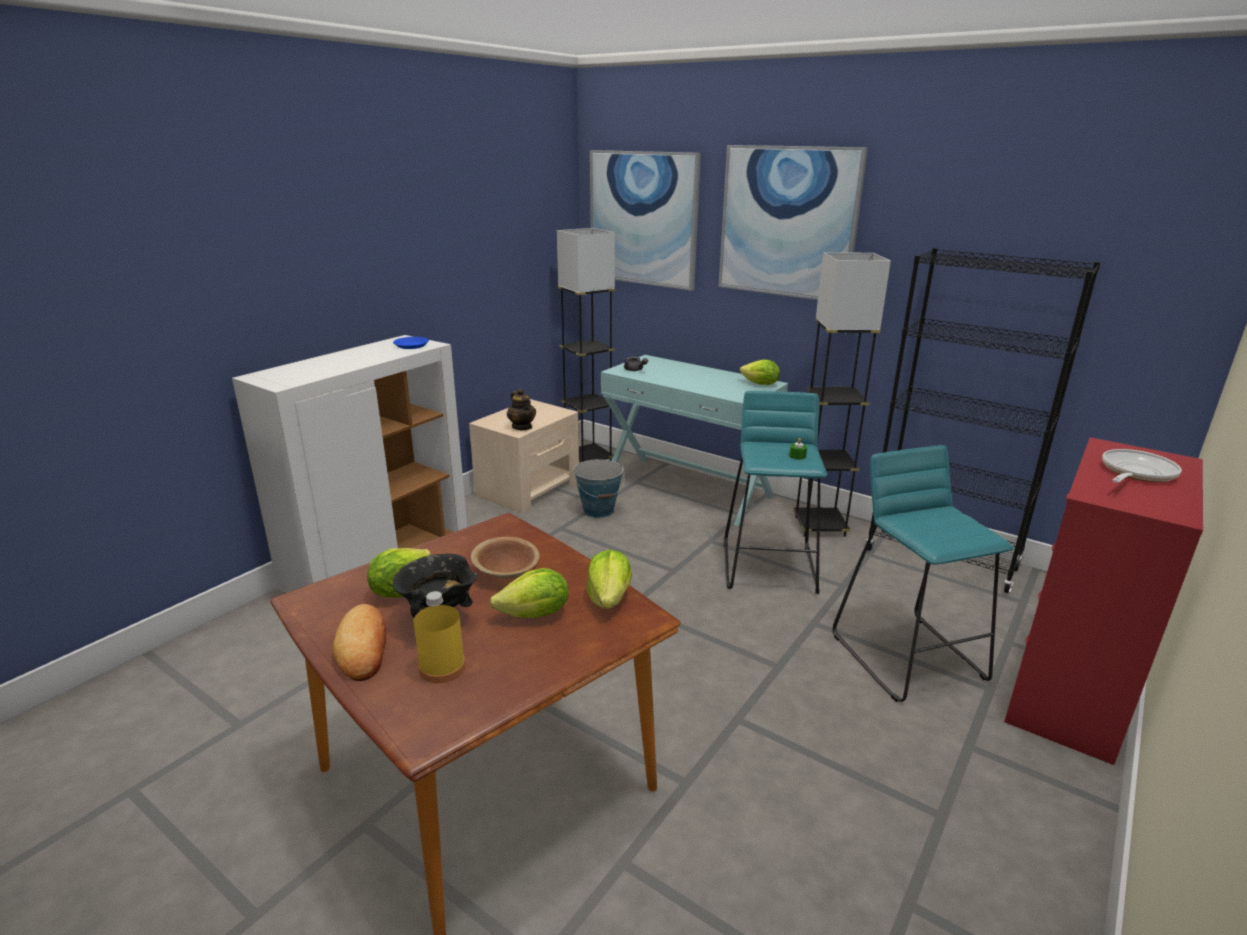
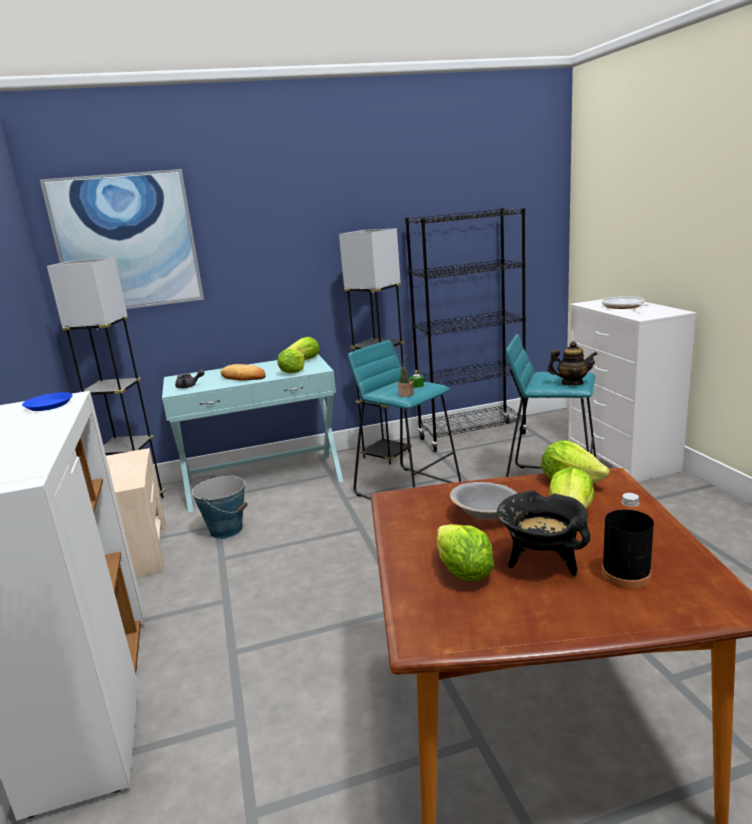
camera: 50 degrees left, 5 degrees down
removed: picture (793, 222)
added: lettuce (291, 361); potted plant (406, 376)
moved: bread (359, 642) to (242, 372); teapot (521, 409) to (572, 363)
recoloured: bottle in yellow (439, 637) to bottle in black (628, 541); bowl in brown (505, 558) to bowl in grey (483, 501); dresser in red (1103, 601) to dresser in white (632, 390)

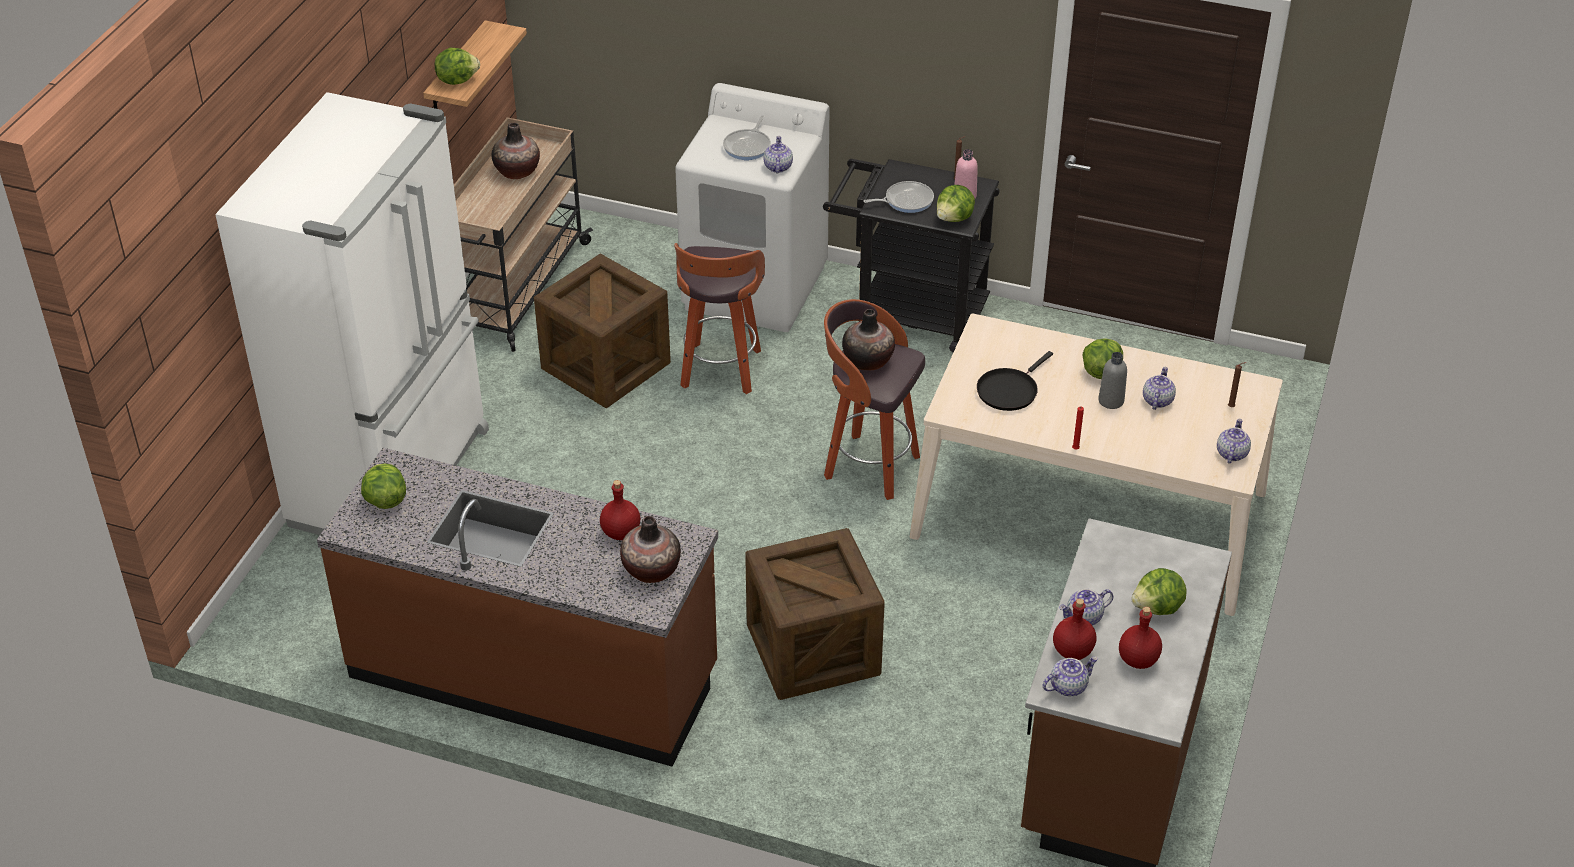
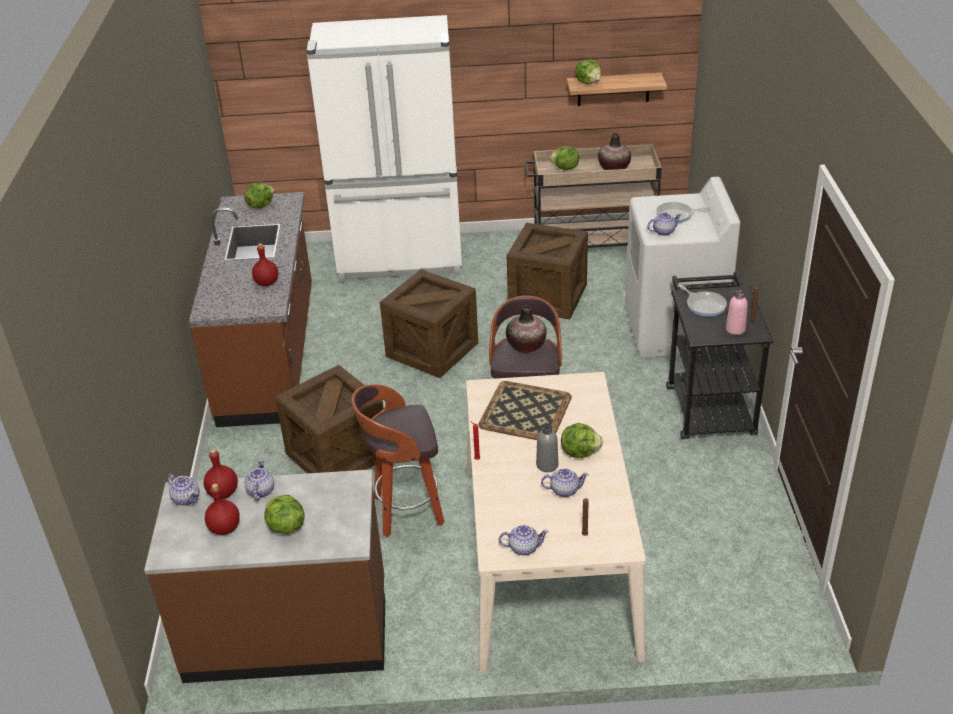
camera: 70 degrees right, 5 degrees down
removed: vase (650, 549)
added: crate (429, 324)
moved: stool (719, 318) to (398, 460); lettuce (956, 203) to (564, 158)
replaced: frying pan in black (1015, 381) to tray (525, 410)
turned: teapot (1086, 607) = (259, 480) 45 degrees clockwise

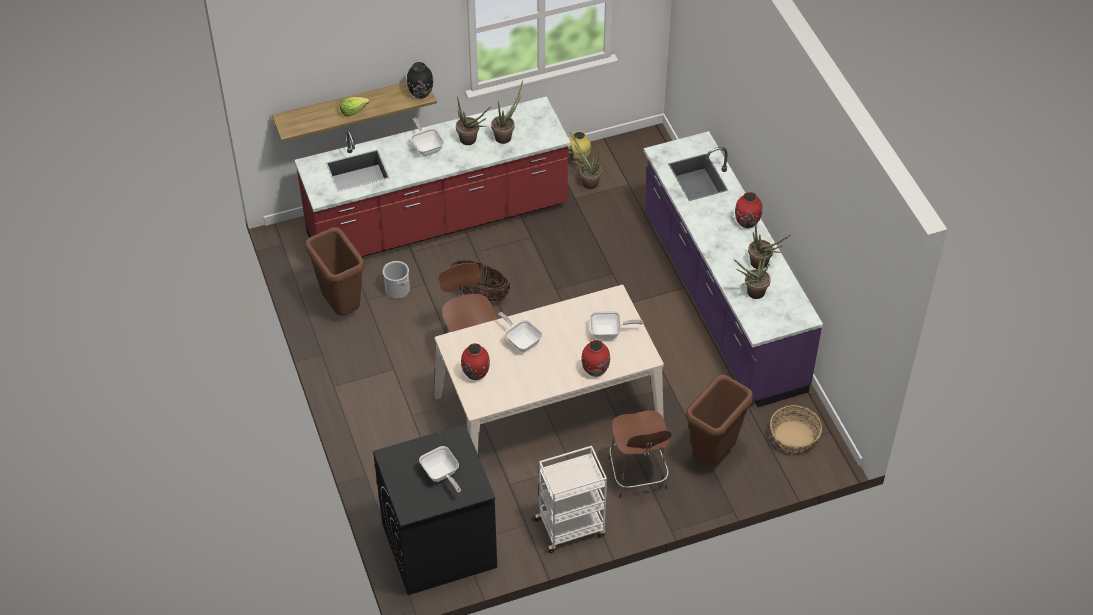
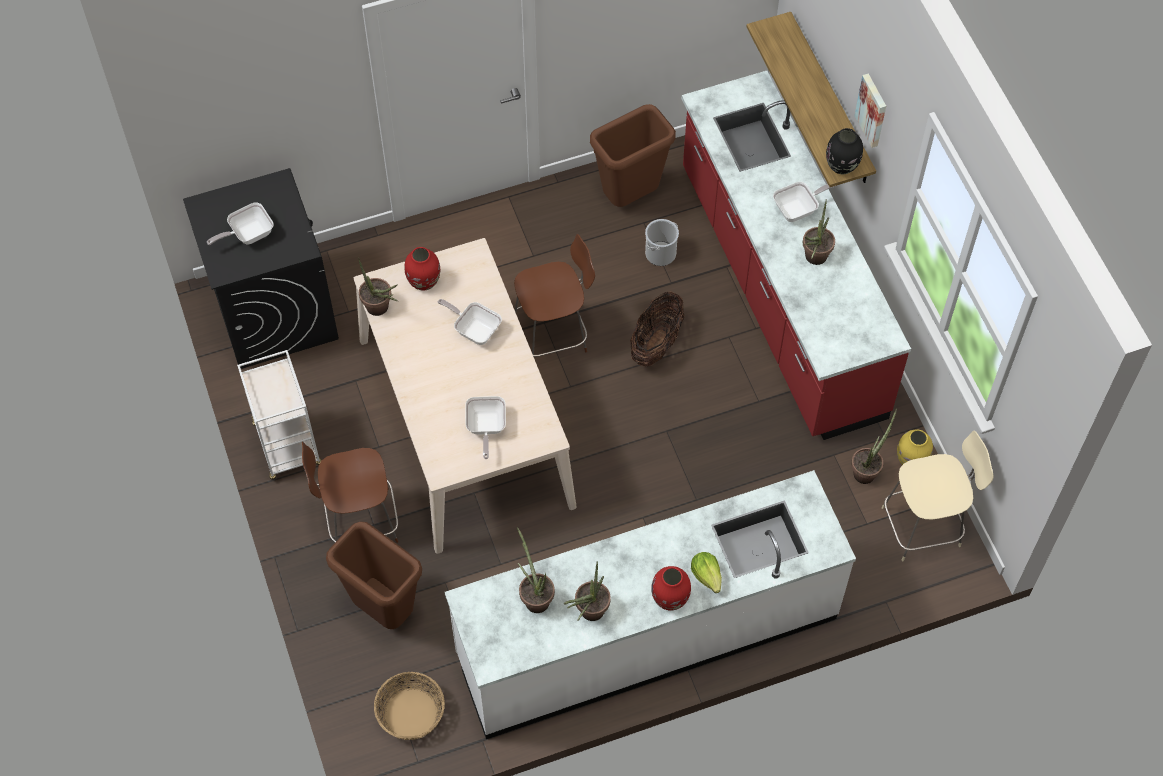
camera: 90 degrees right, 10 degrees up
removed: vase in red (595, 358)
added: picture (870, 110); chair in beige (937, 496)
moved: lettuce (354, 106) to (706, 572); potted plant (507, 112) to (378, 287)
recoloured: counter in purple (733, 269) to counter in white (650, 604)
turned: frying pan (520, 332) = (470, 322) 105 degrees counterclockwise

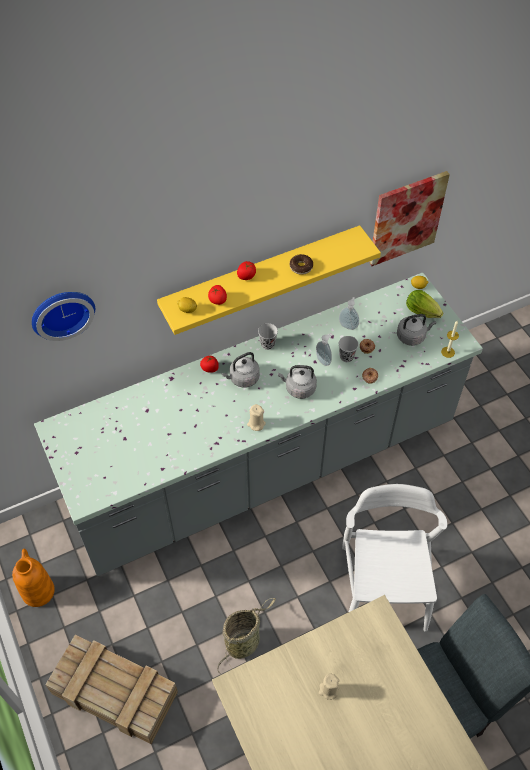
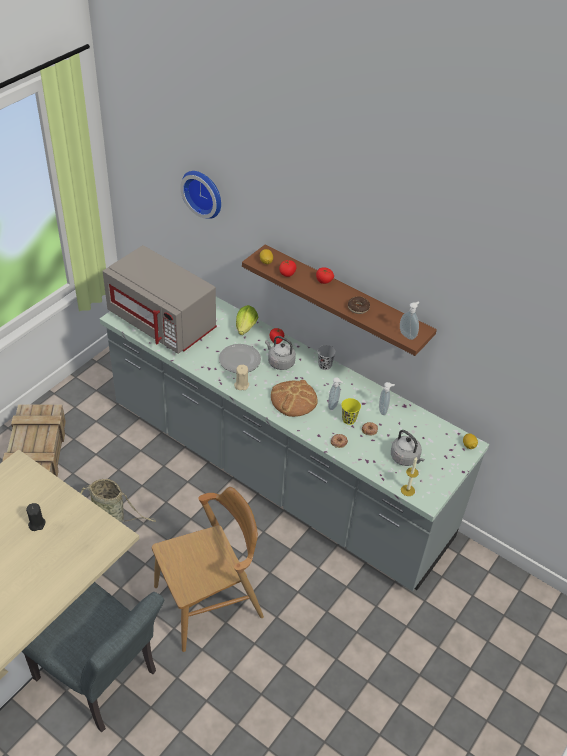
camera: 60 degrees right, 10 degrees down
removed: vase in orange (33, 578); picture (409, 218)
added: microwave in grey (160, 299); plate (240, 358); soap dispenser (409, 321)
moved: lettuce (424, 304) to (247, 320)
replaced: kettle in grey (297, 382) to bread (294, 398)
recoloured: shelf in yellow (269, 280) to shelf in brown (339, 300); candle in beige (329, 687) to candle in black (35, 517); cup in black (348, 349) to cup in yellow (351, 411); chair in white (394, 558) to chair in brown (208, 569)

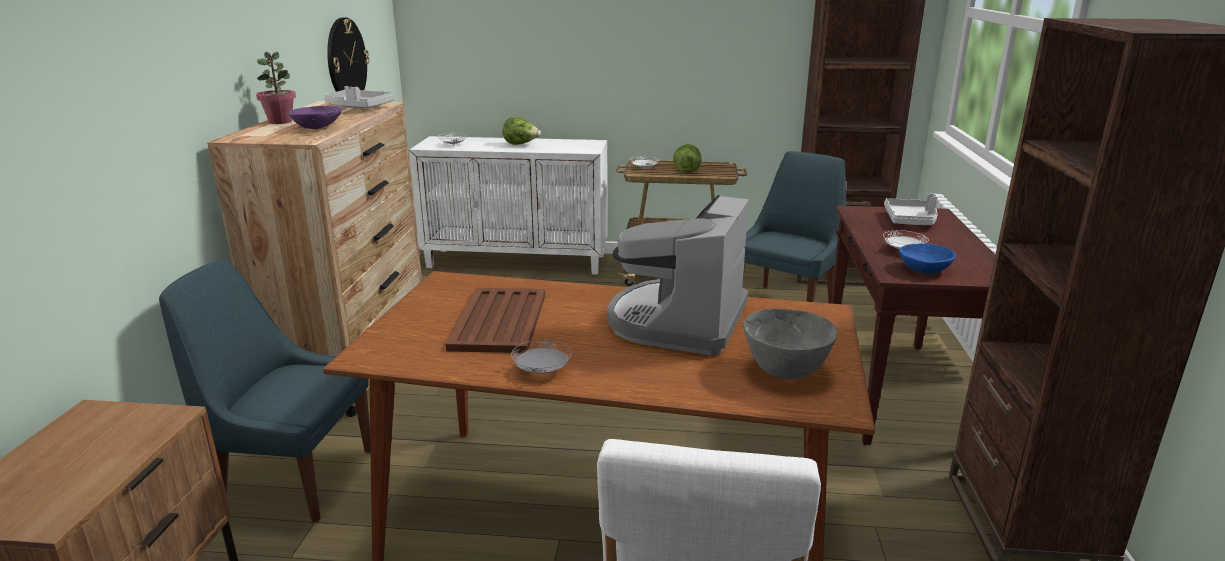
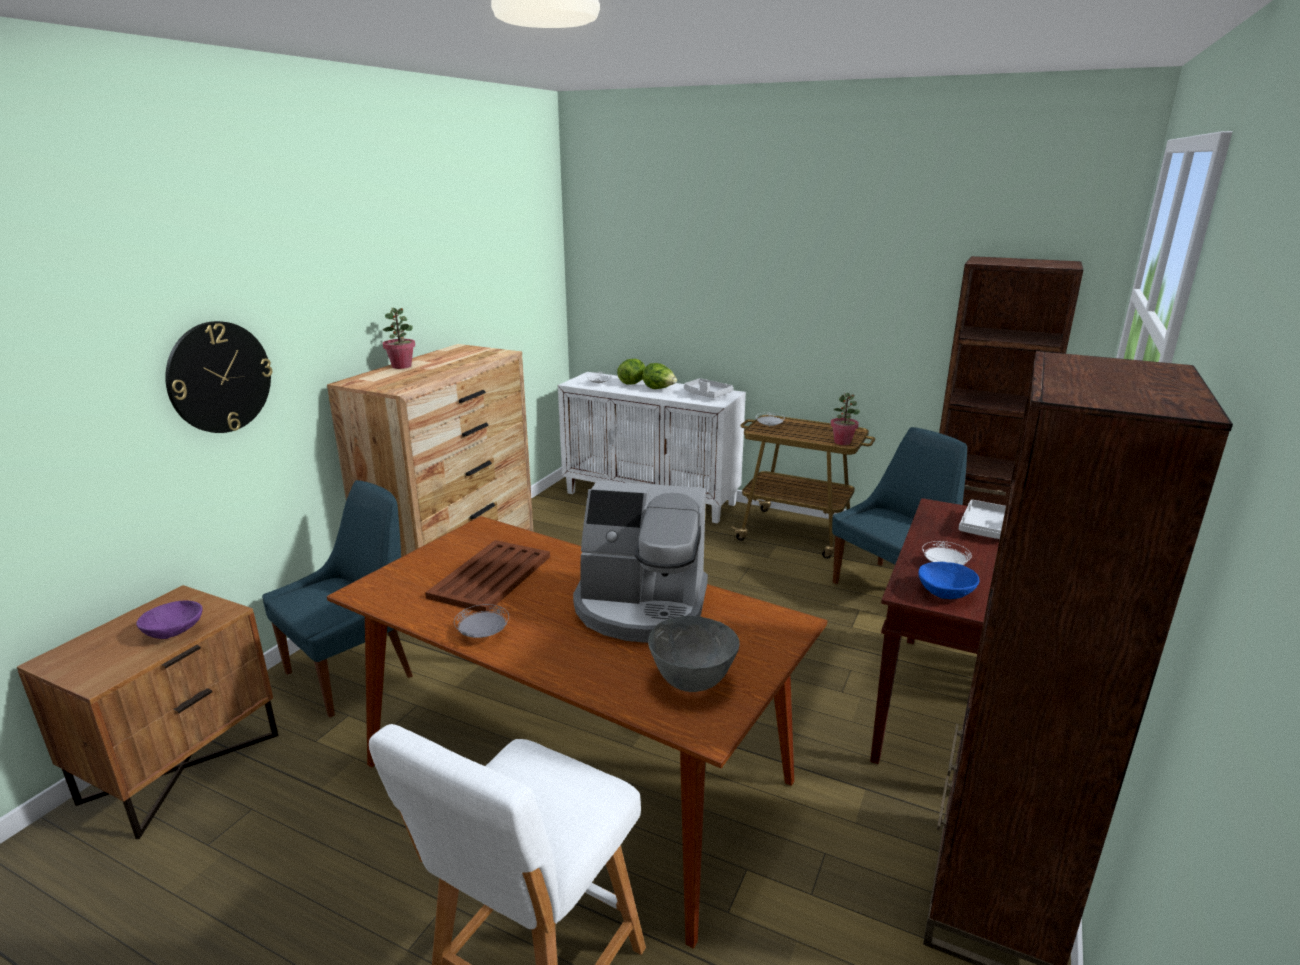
camera: 20 degrees right, 0 degrees up
added: potted plant (845, 419)
moved: bowl in purple (315, 117) to (169, 619); tray in grey (359, 97) to (709, 388); wall clock (348, 55) to (218, 377); lettuce (687, 158) to (631, 372)
turned: chair in blue (265, 390) = (337, 598) 105 degrees clockwise; coffee machine (678, 275) = (640, 562) 120 degrees counterclockwise

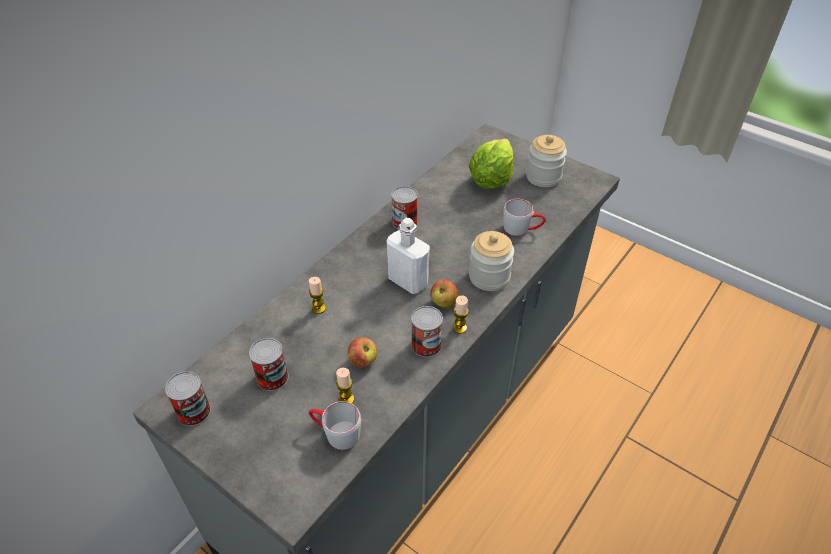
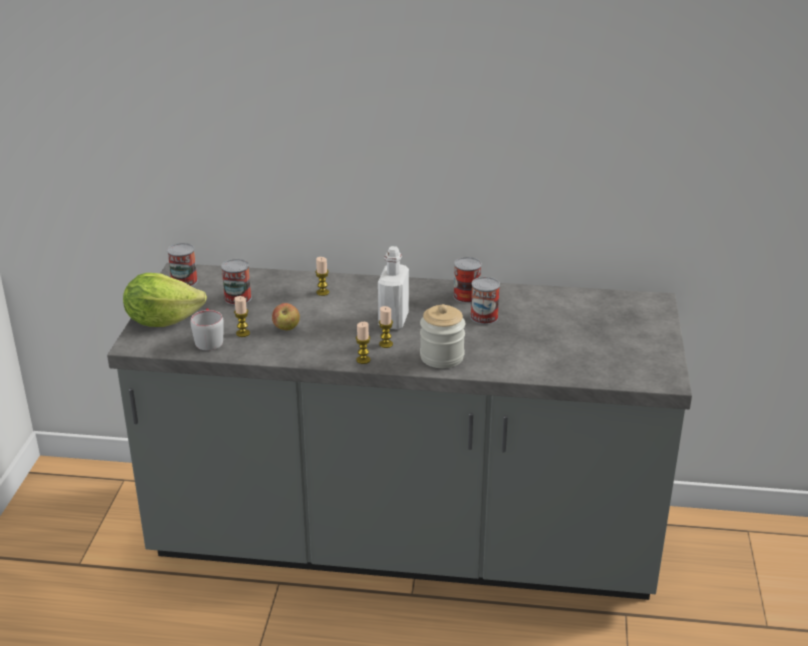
camera: 60 degrees right, 15 degrees down
removed: mug in grey (524, 217); jar (546, 161)
moved: can (427, 331) to (485, 301); lettuce (491, 163) to (165, 300)
replaced: apple (444, 294) to candle (386, 327)

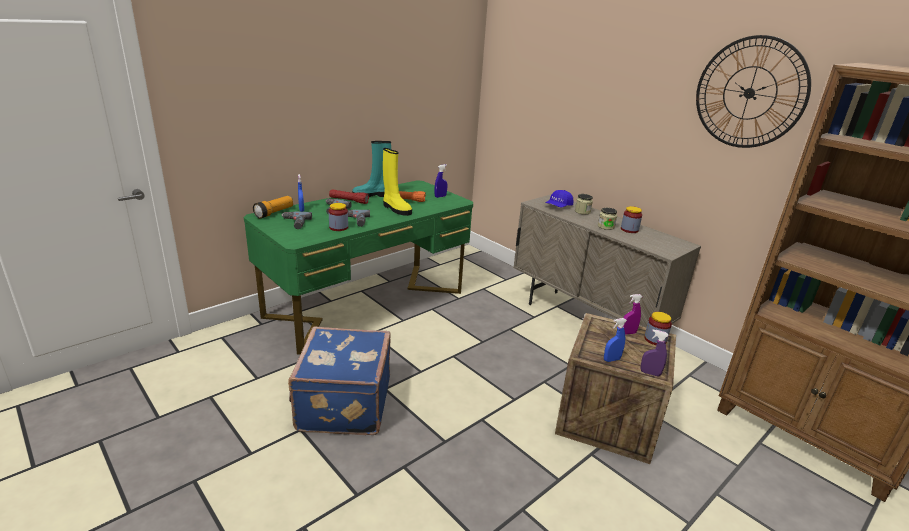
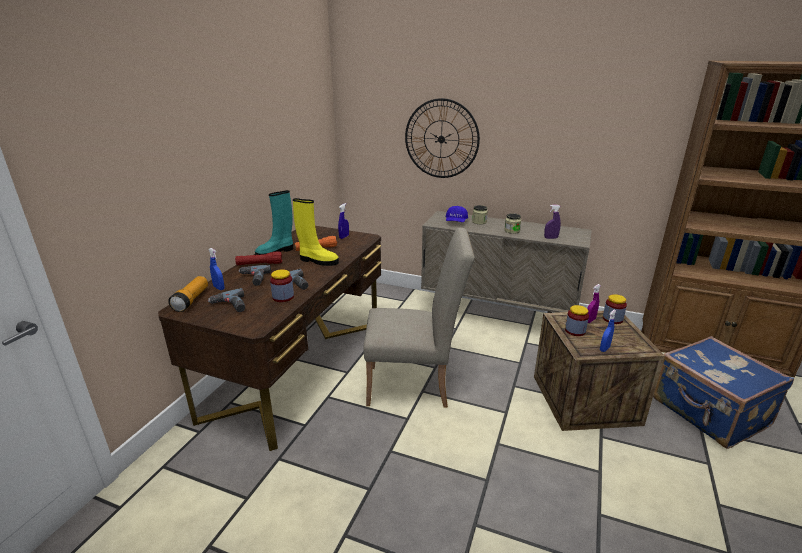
camera: 25 degrees left, 0 degrees up
added: chair in beige (419, 318)
moved: suitcase in blue (339, 380) to (723, 392); jar (631, 219) to (577, 320); spray bottle in purple (655, 352) to (552, 222); wall clock (753, 91) to (442, 138)
recoloured: desk in green (358, 267) to desk in brown (270, 338)

